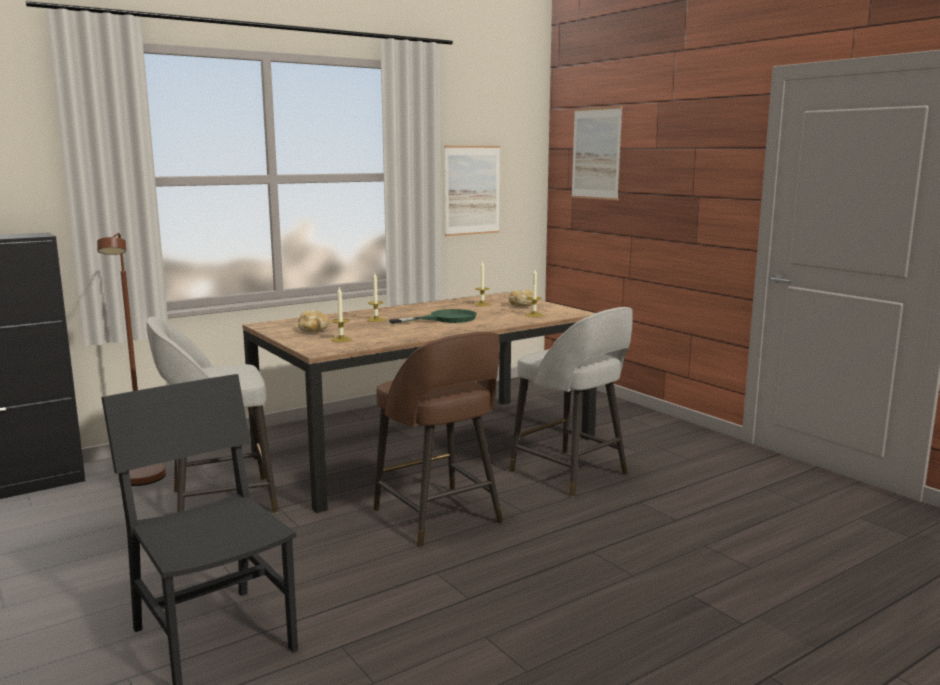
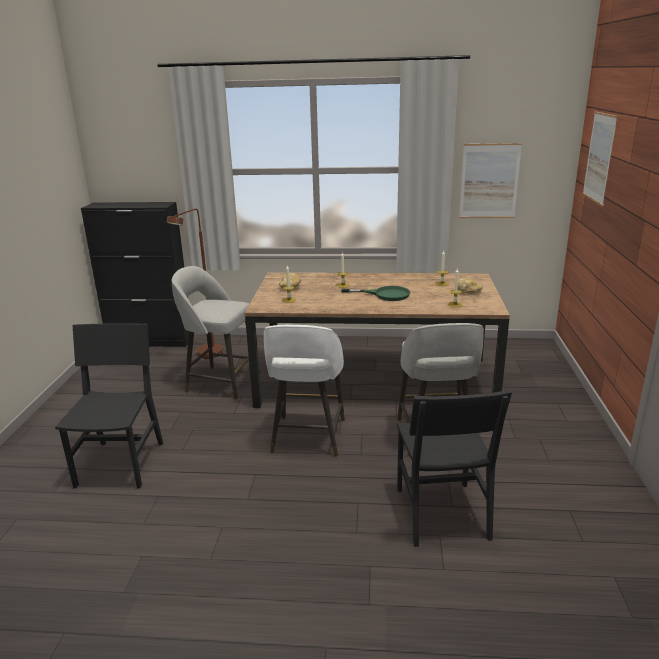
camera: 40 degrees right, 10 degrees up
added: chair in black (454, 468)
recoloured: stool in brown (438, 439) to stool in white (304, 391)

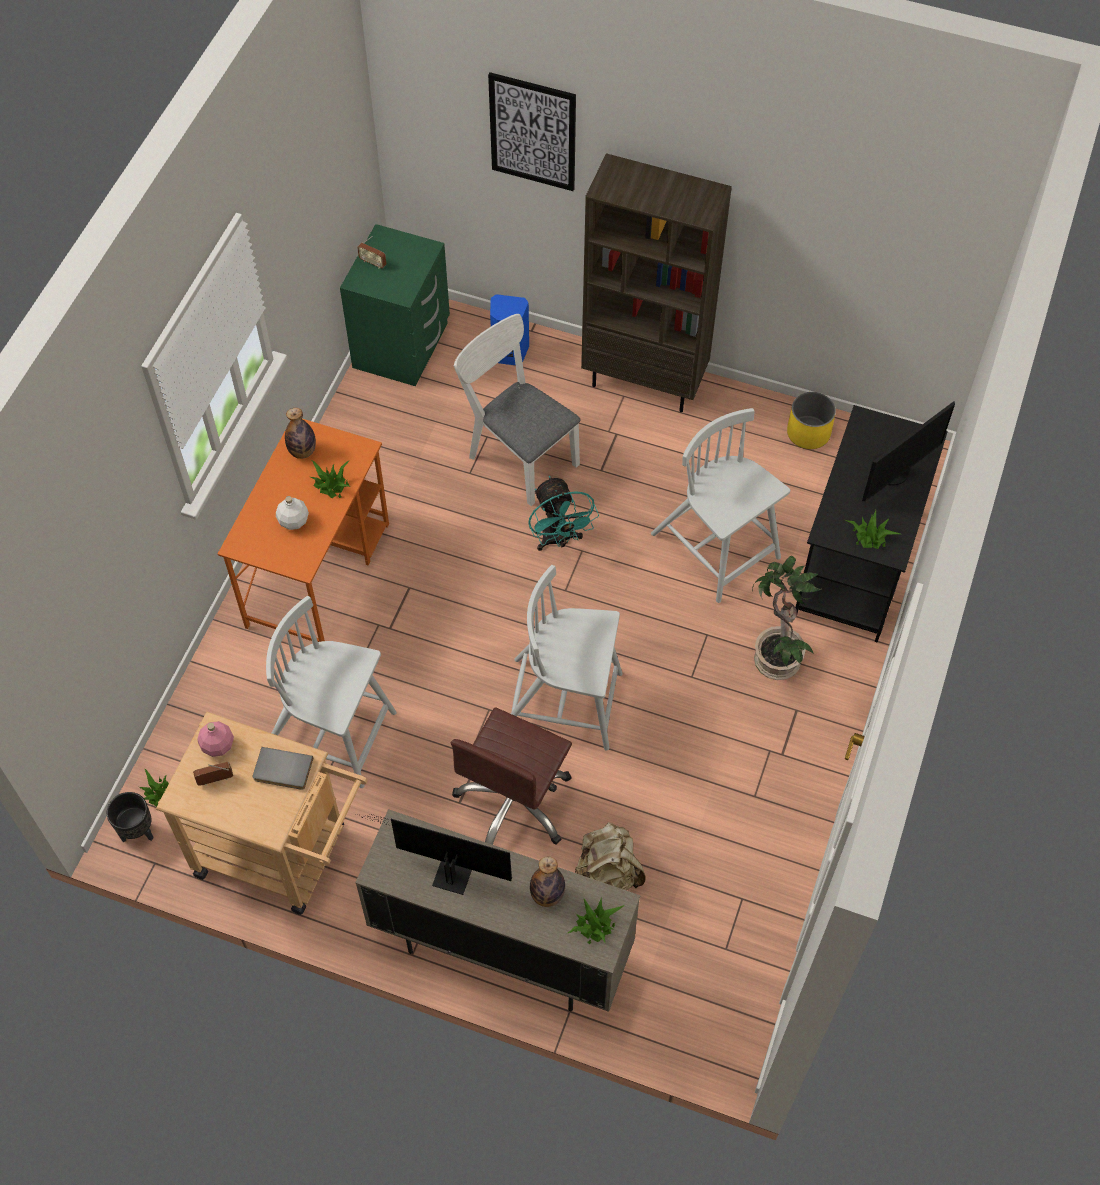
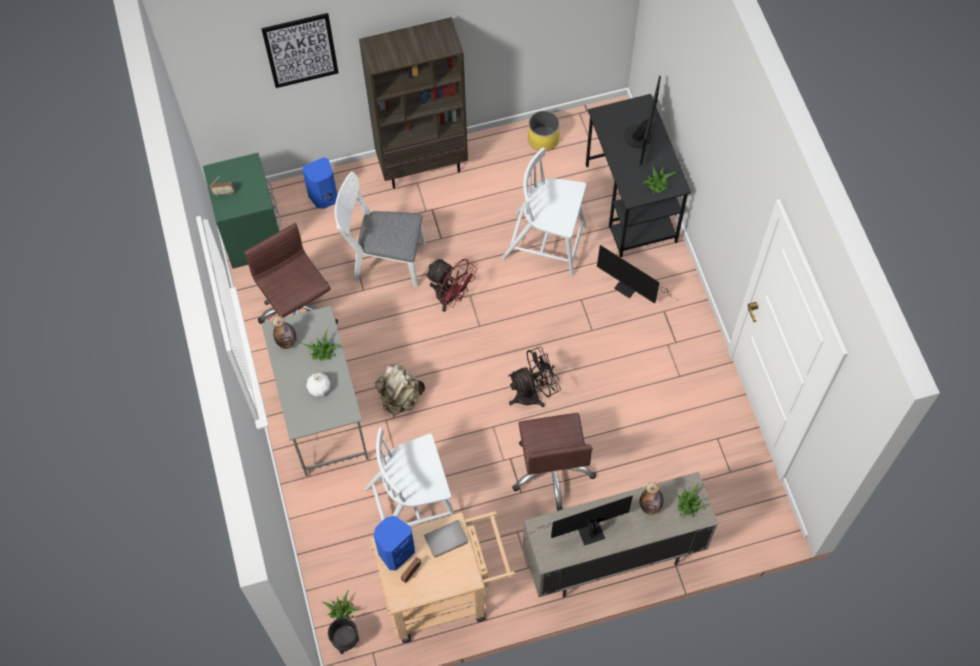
camera: 35 degrees left, 5 degrees up
added: office chair in brown (291, 274)
moved: backpack in beige (610, 856) to (400, 389)
replaced: bottle in pink (215, 739) to speaker in blue (394, 543); chair in white (567, 658) to fan in black (535, 377); potted plant (786, 618) to monitor (636, 274)
recoloured: desk in orange (303, 530) to desk in grey (314, 391); fan in turquoise (563, 513) to fan in red (451, 285)

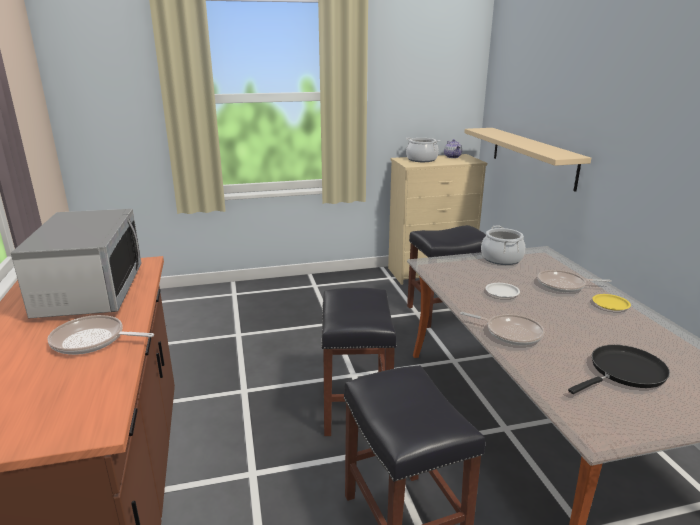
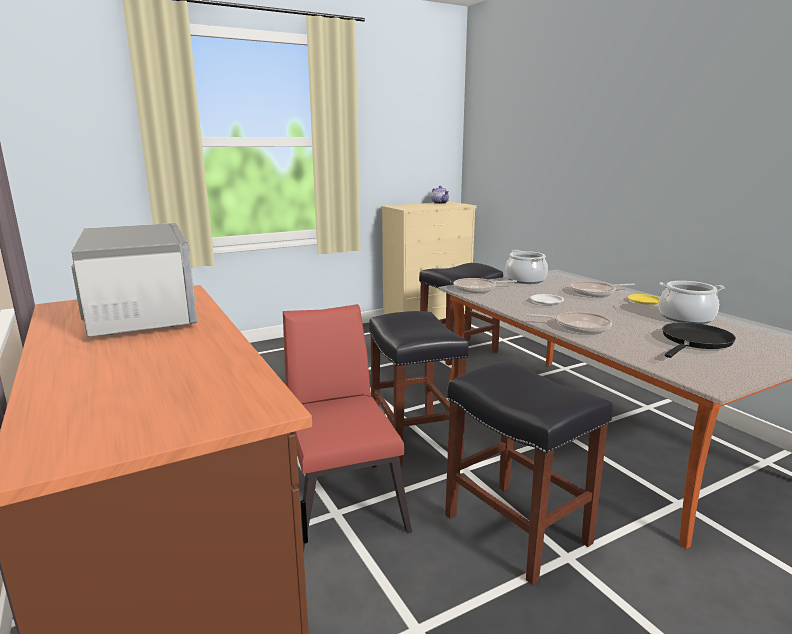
camera: 15 degrees left, 5 degrees down
removed: shelf in beige (527, 160)
added: chair in red (347, 428)
moved: frying pan (100, 335) to (485, 285); cooking pot (423, 149) to (692, 302)

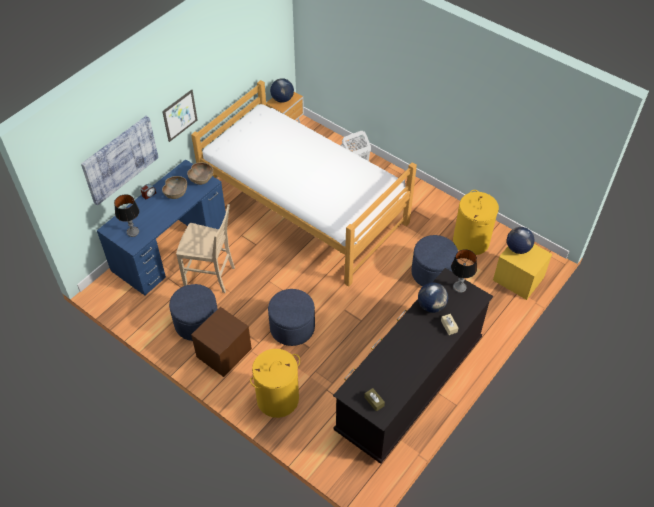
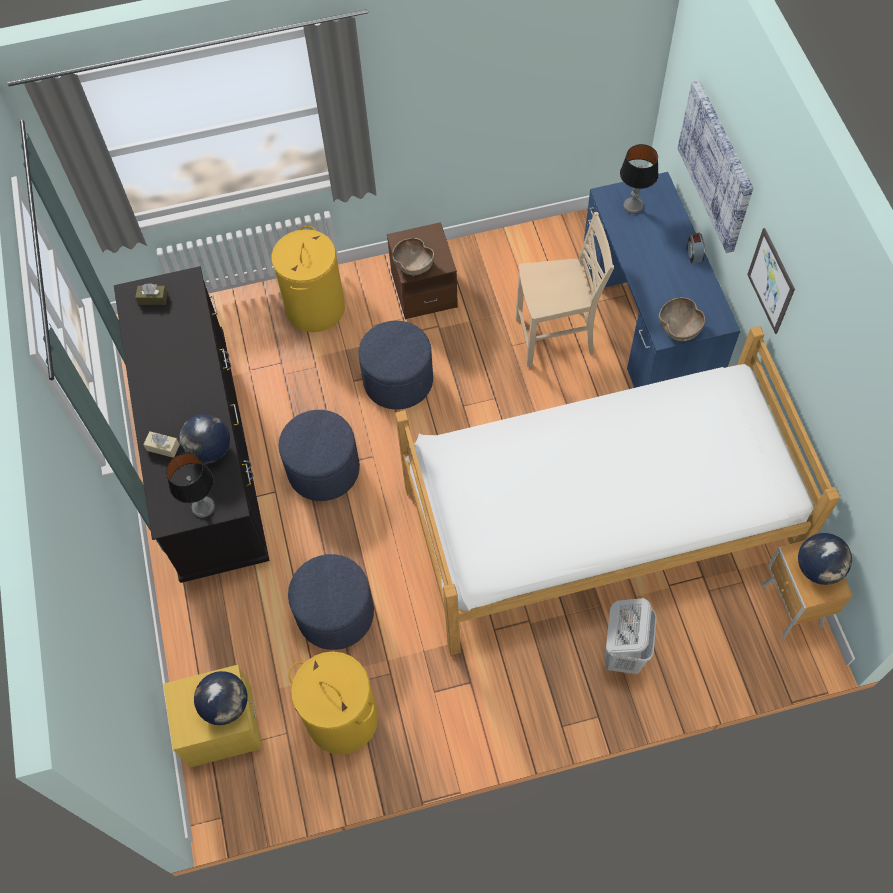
camera: 130 degrees right, 10 degrees up
moved: bowl in brown (174, 187) to (413, 256); ottoman in blue (193, 312) to (319, 455)
turned: chair in beige (205, 248) = (565, 289) 150 degrees counterclockwise

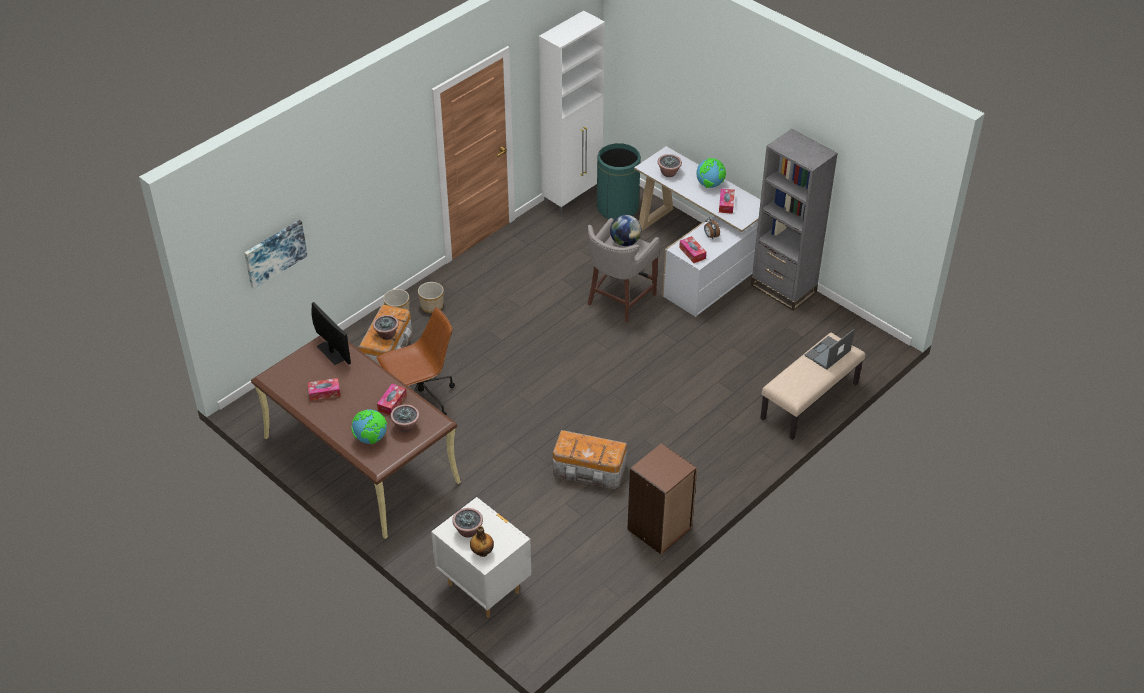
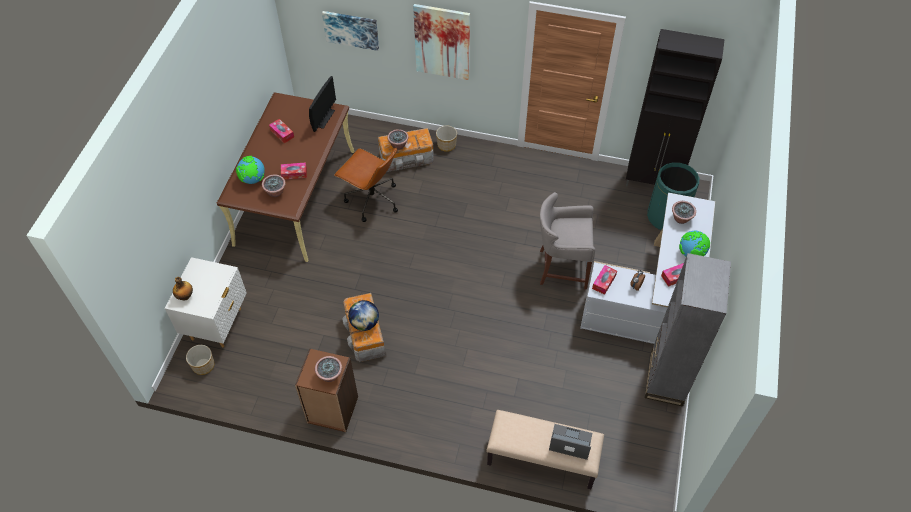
camera: 60 degrees right, 10 degrees up
added: picture (441, 42)
moved: planter (431, 297) to (200, 360); potted plant (467, 523) to (328, 369); globe (626, 230) to (363, 315)
recoloured: cabinet in white (572, 113) to cabinet in black (675, 107)

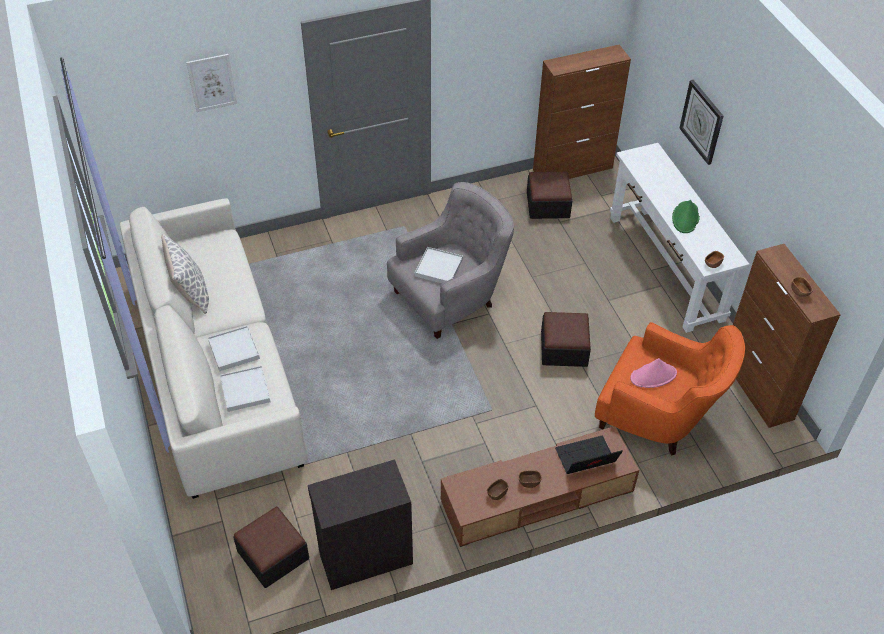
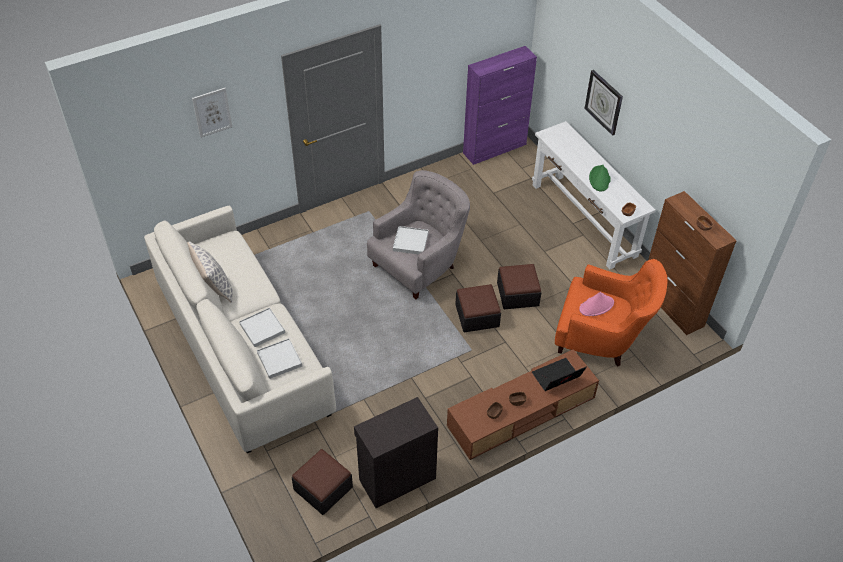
camera: 10 degrees left, 0 degrees up
moved: ottoman (549, 195) to (478, 308)
recoloured: cabinet in brown (582, 112) to cabinet in purple (500, 105)

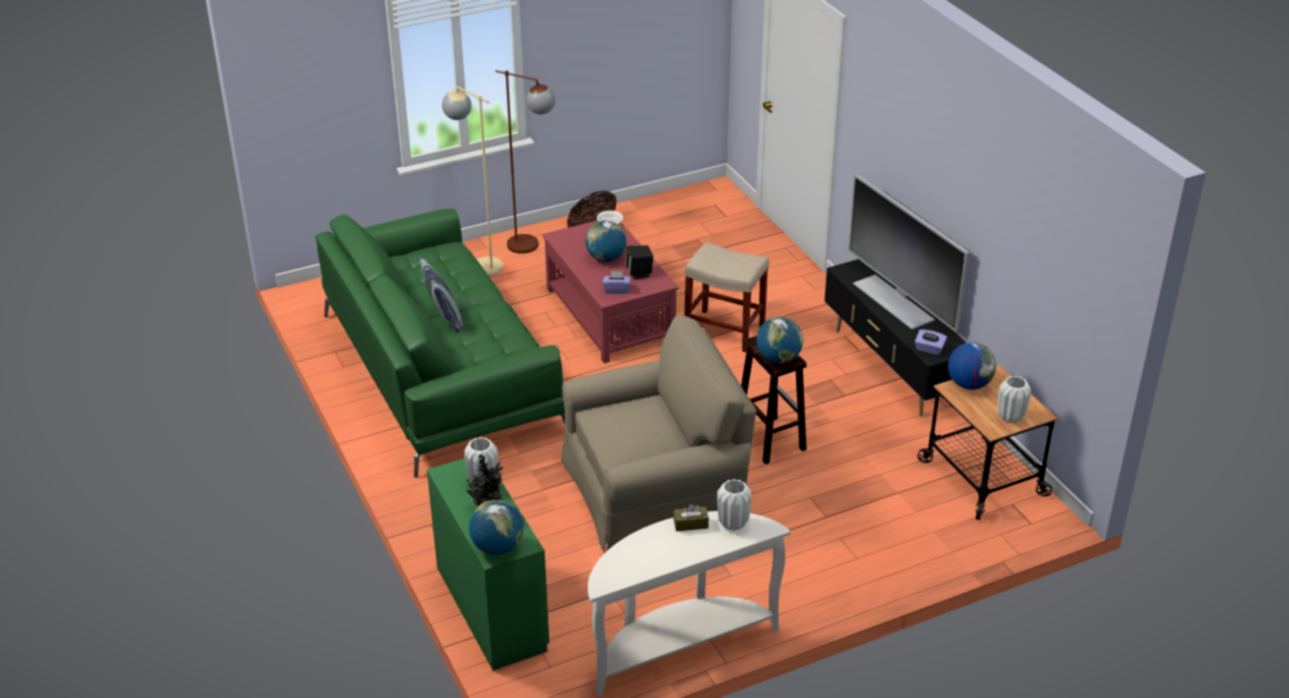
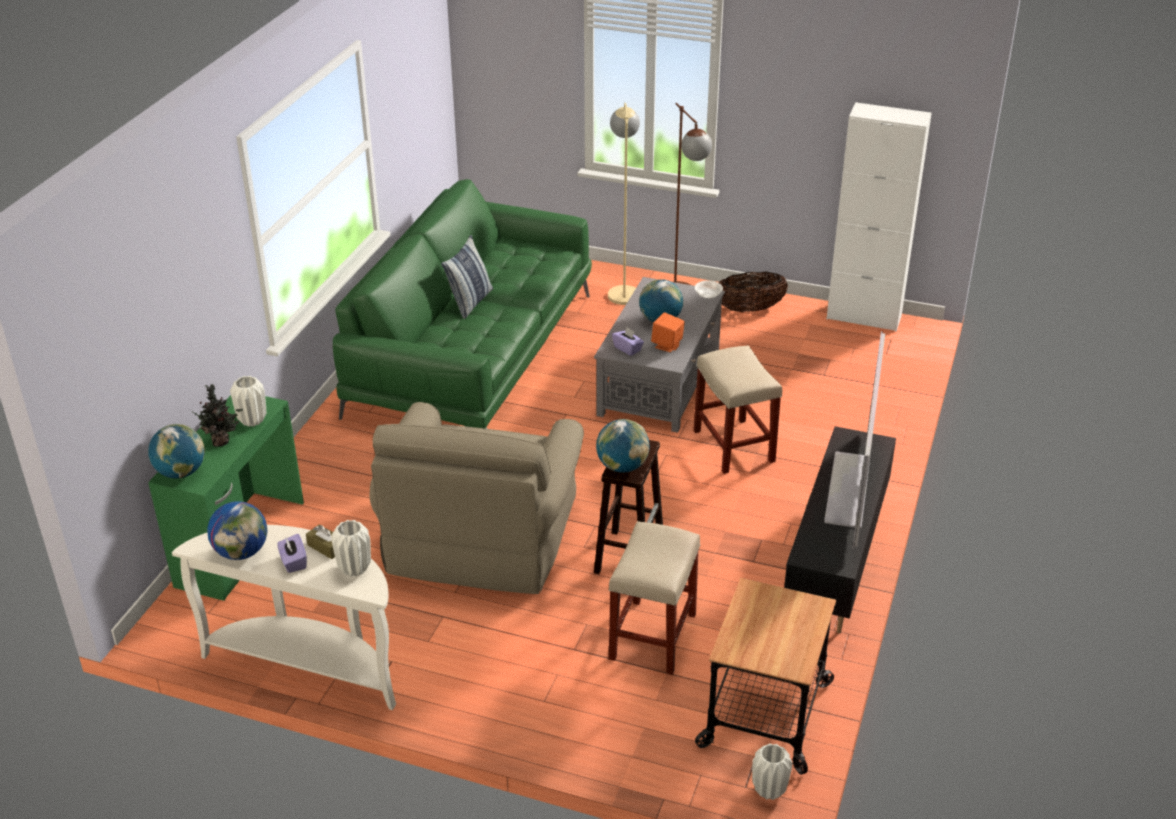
camera: 45 degrees right, 0 degrees up
added: stool in beige (654, 598); cabinet in white (879, 217)
moved: tissue box in purple (931, 342) to (292, 553); globe (972, 366) to (237, 530); vase in white (1014, 399) to (772, 772)
recoloured: coffee table in red (610, 291) to coffee table in grey (659, 355); speaker in black (639, 262) to speaker in orange (668, 332)
turned: armchair in beige (658, 434) = (477, 498) 75 degrees clockwise

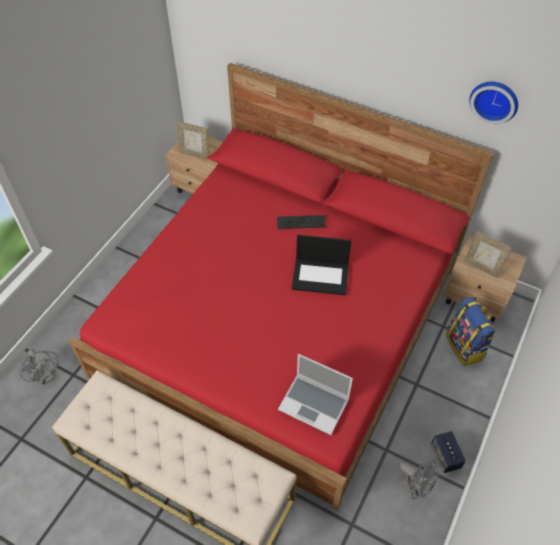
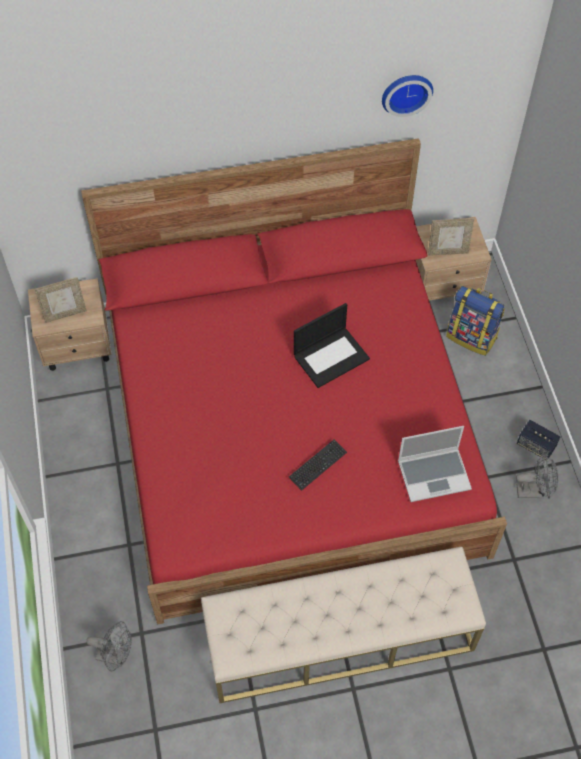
camera: 40 degrees left, 5 degrees up
moved: keyboard (301, 222) to (318, 465)

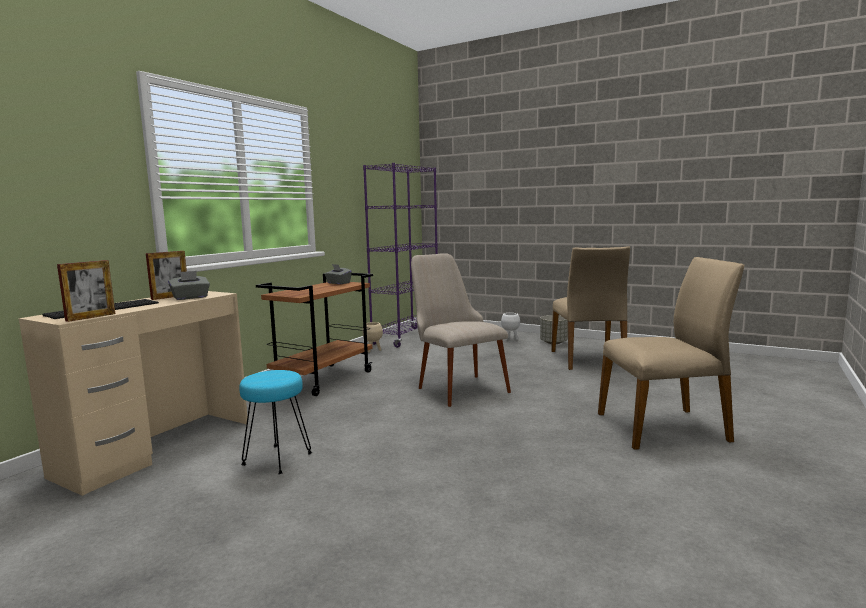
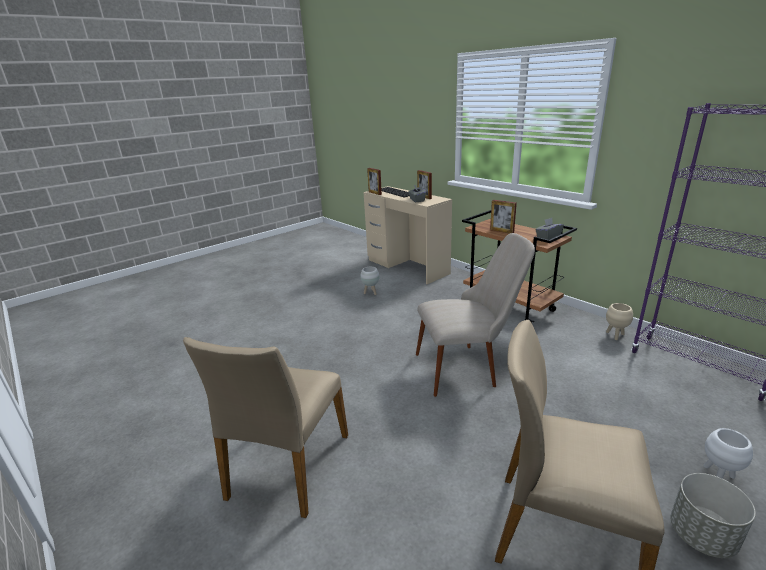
camera: 110 degrees right, 15 degrees up
added: picture frame (503, 217)
replaced: stool in turquoise (275, 422) to planter in white (370, 281)

